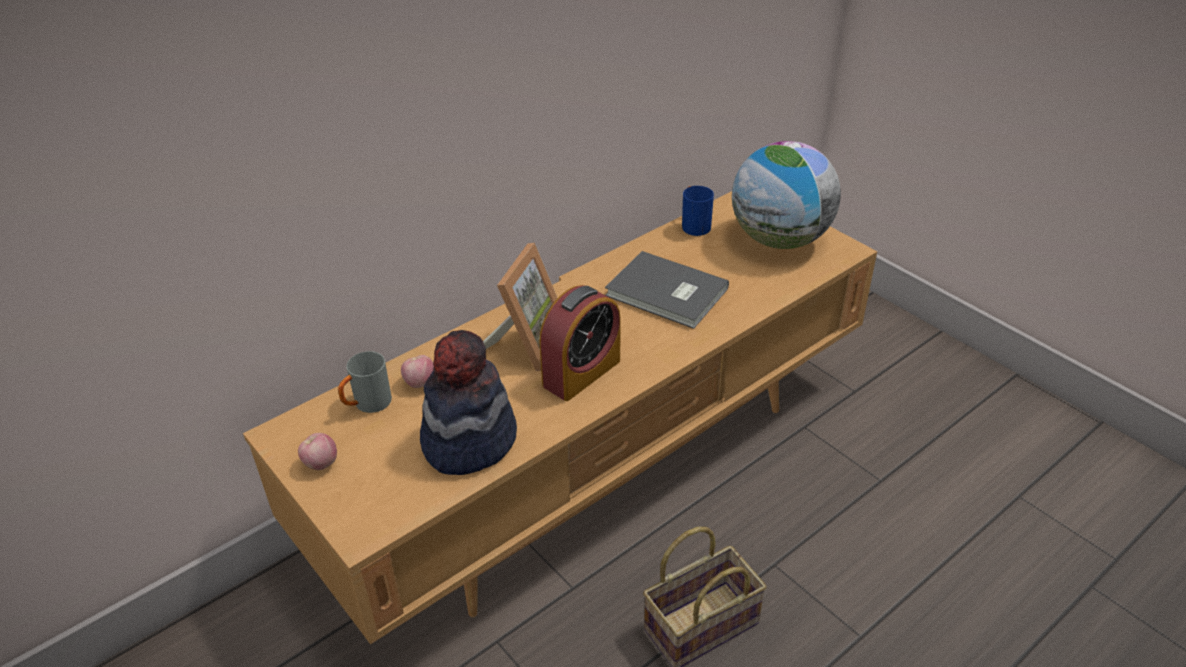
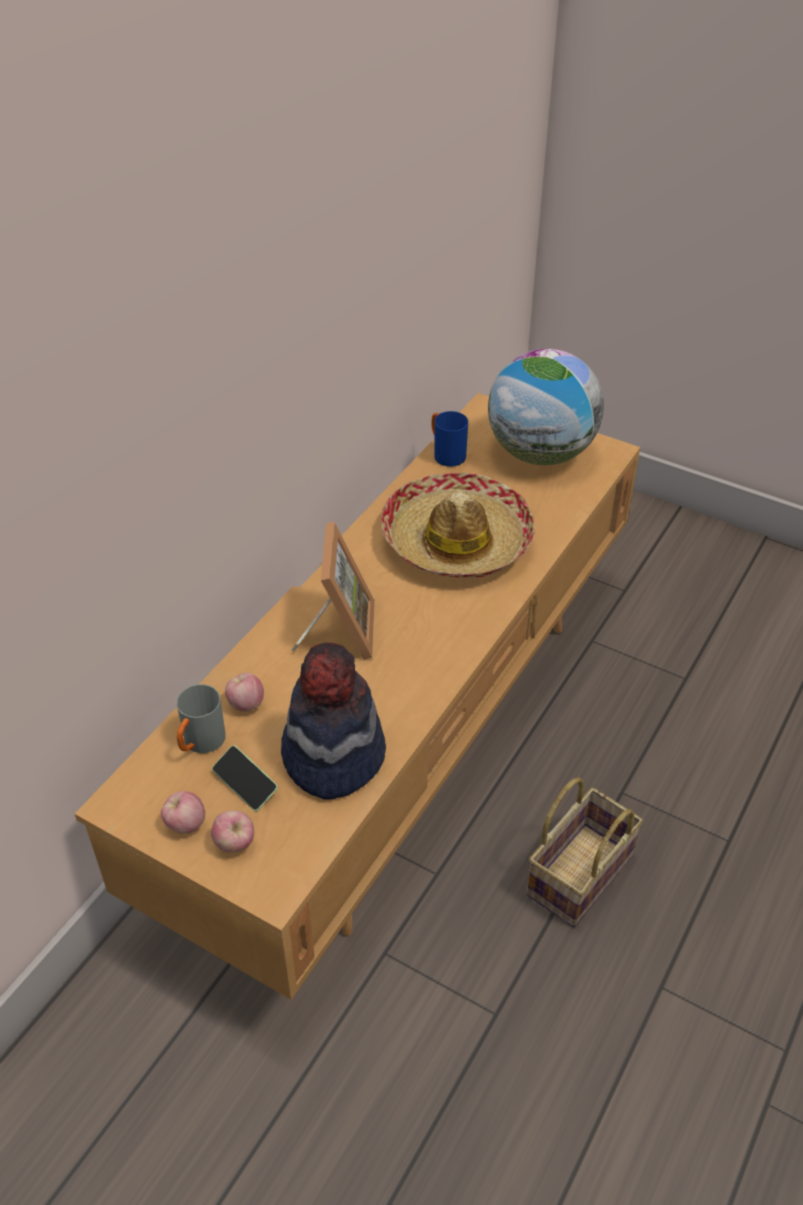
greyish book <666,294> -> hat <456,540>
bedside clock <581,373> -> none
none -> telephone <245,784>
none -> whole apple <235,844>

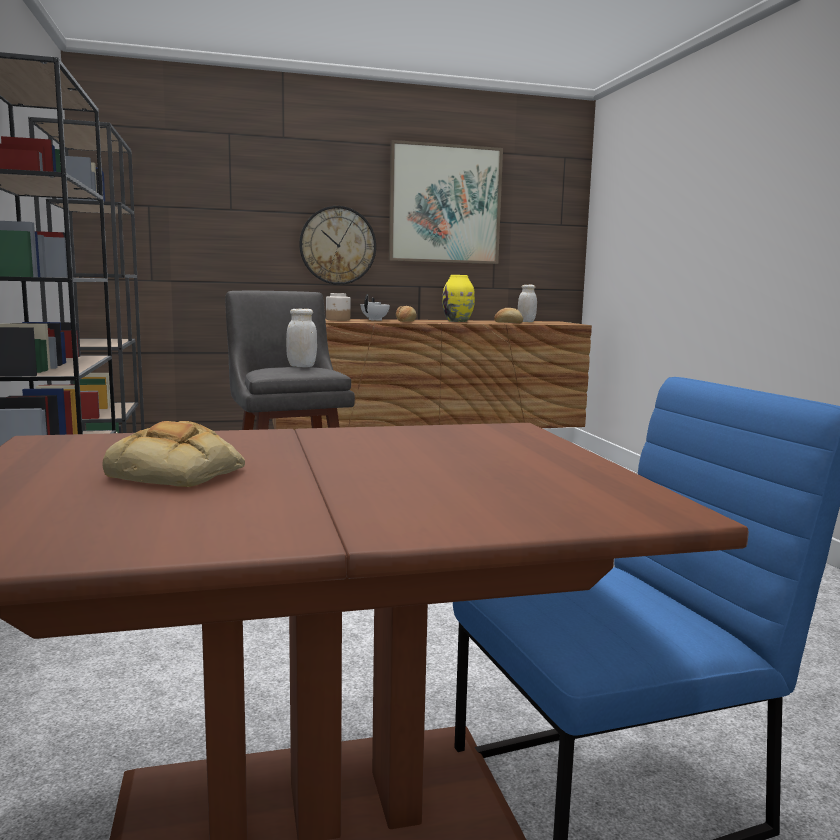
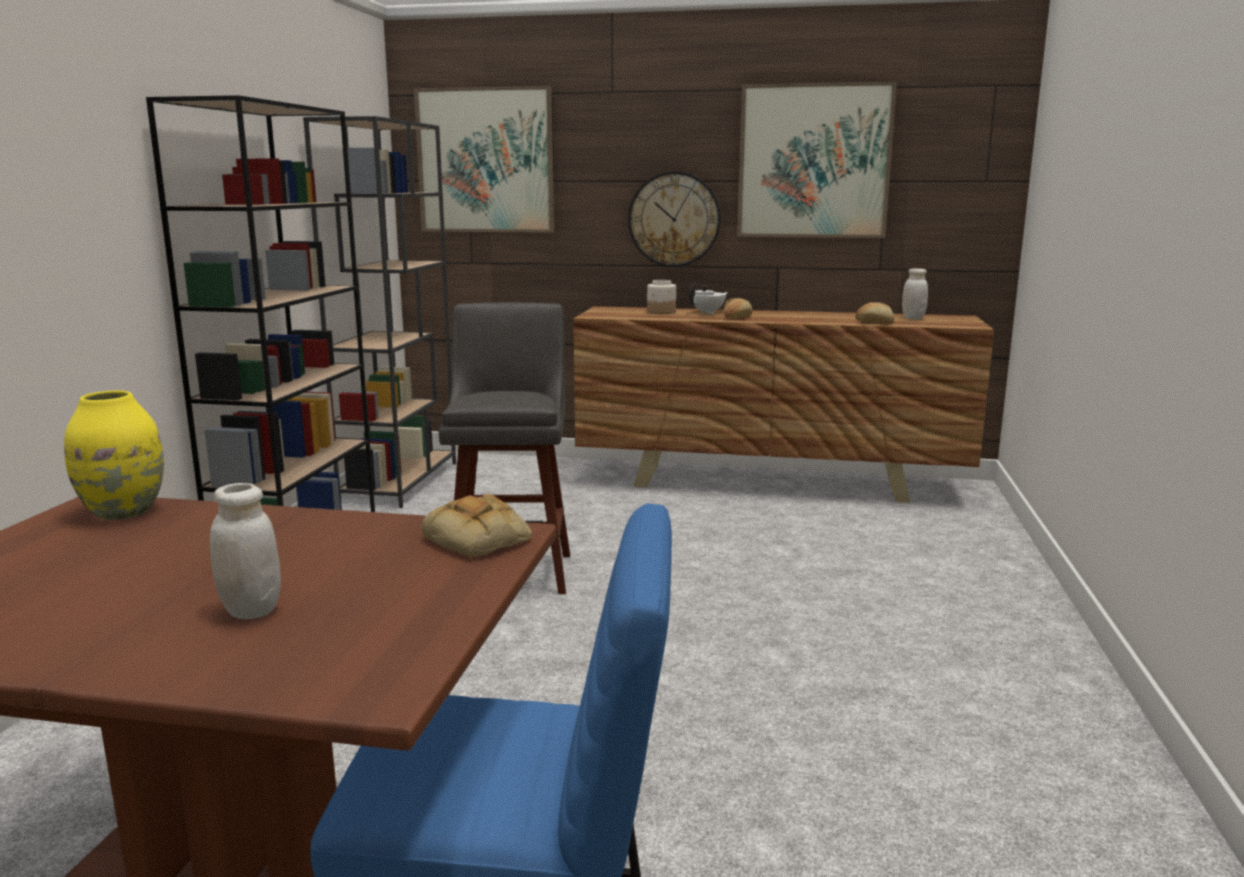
yellow flower vase <458,321> -> yellow flower vase <124,511>, move
whitish storage jar <301,366> -> whitish storage jar <251,610>, move
bakery bread <180,473> -> bakery bread <479,539>, move
none -> picture <485,161>

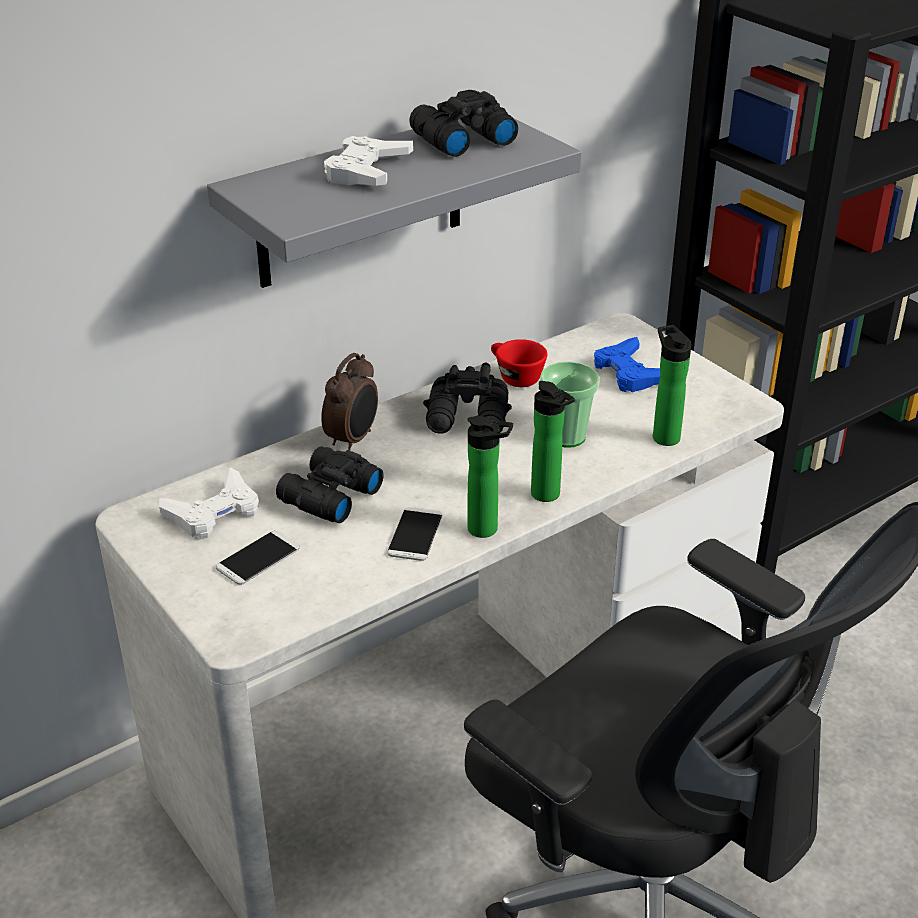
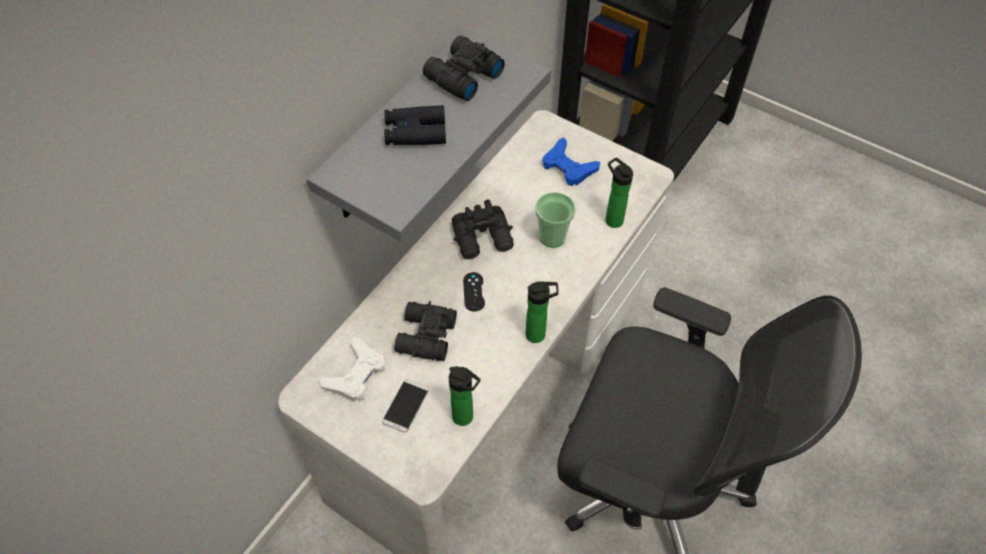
whitish gamepad <367,171> -> blackish pair of binoculars <415,132>
reddish small cup <514,377> -> none
bedside clock <353,439> -> none
beverage bottle <548,496> -> beverage bottle <465,418>, move
telephone <415,535> -> none
none -> blackish gamepad <474,292>

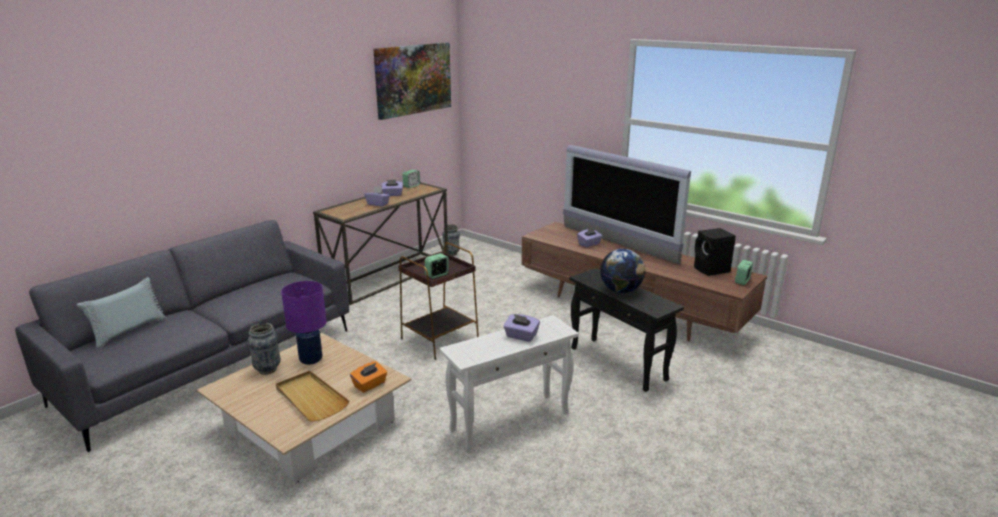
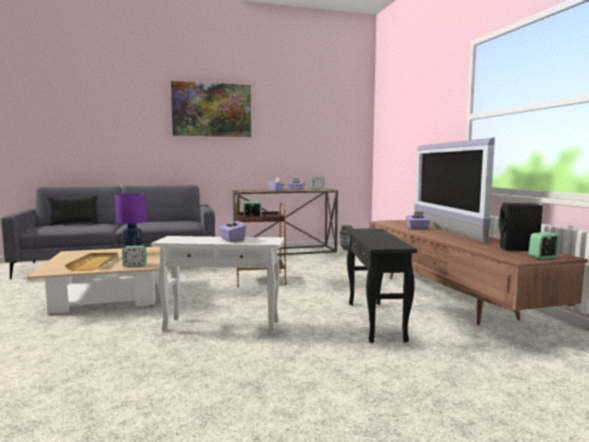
picture <413,79> -> picture <212,110>, move
world globe <621,291> -> none
bluish cushion <129,331> -> blackish cushion <74,224>
flower vase <267,370> -> none
orange tissue box <370,385> -> bedside clock <135,265>

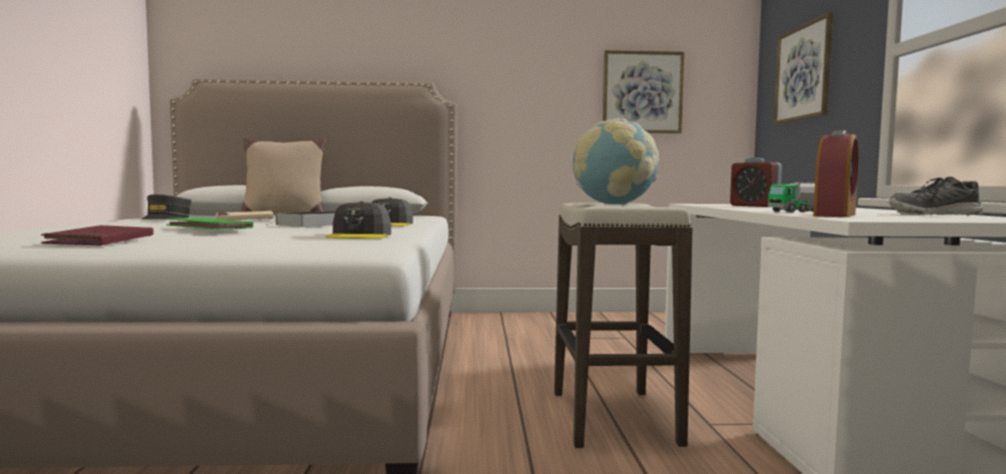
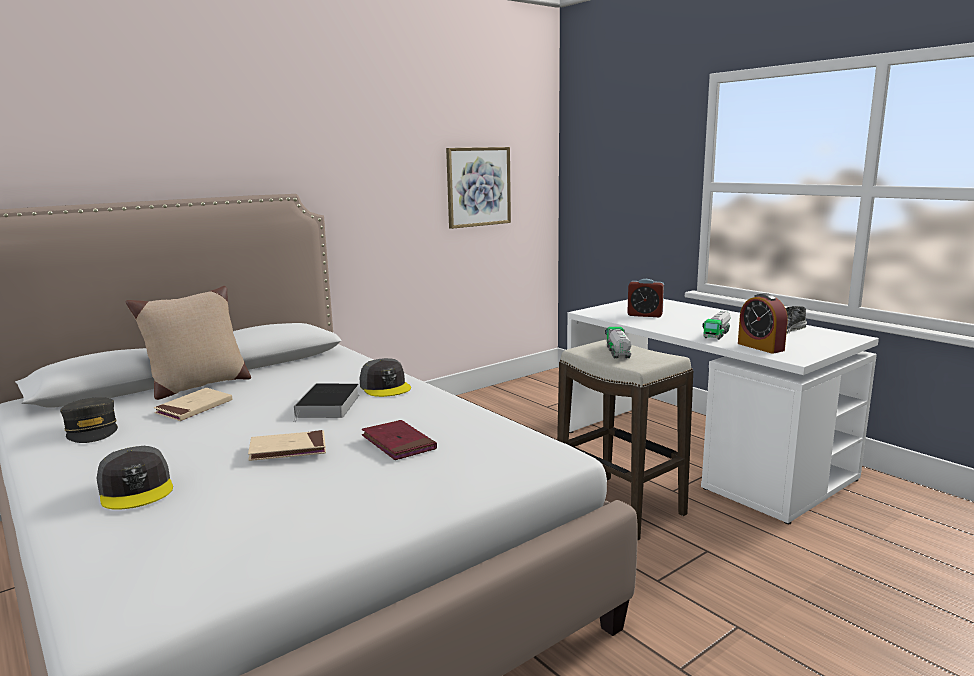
picture <803,73> -> none
world globe <613,205> -> toy truck <618,352>
bedside clock <834,215> -> bedside clock <760,347>, 150 degrees clockwise
greyish peaked cap <359,236> -> greyish peaked cap <136,489>, move
green-coloured book <210,228> -> sand-coloured book <288,449>
reddish book <101,241> -> reddish book <398,443>, move

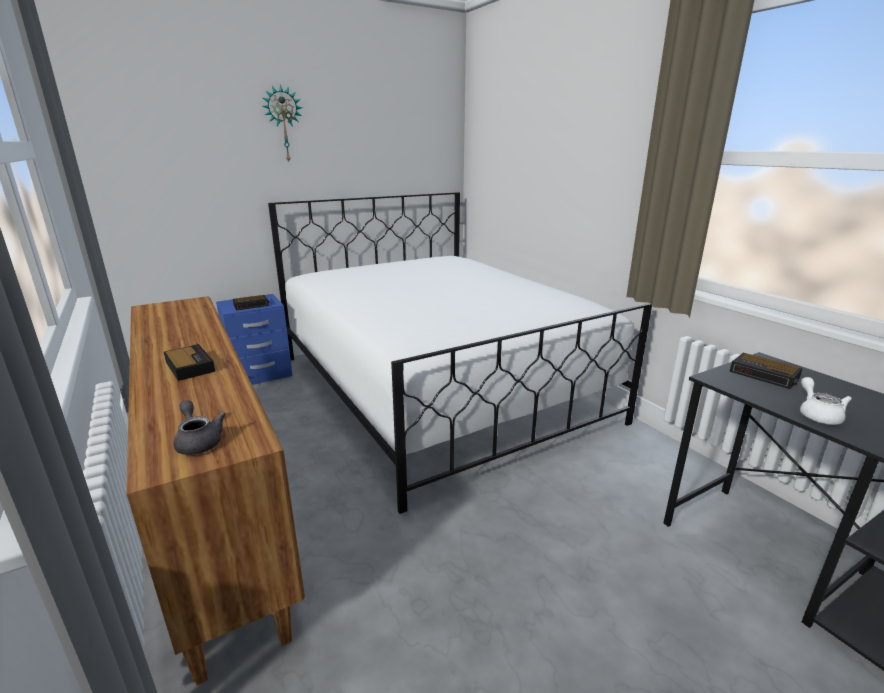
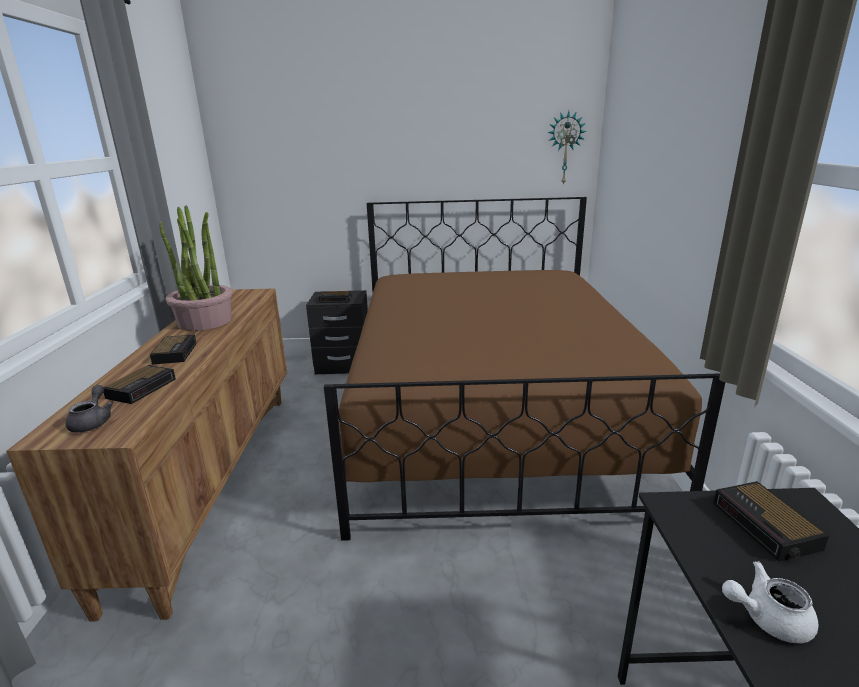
wall clock <283,124> -> wall clock <565,148>, move
whitish bedroom bed <437,387> -> brown-coloured bedroom bed <490,417>
bluish nightstand <260,374> -> blackish nightstand <343,365>
whitish tea pot <817,414> -> whitish tea pot <767,618>, 120 degrees counterclockwise
none -> potted plant <205,321>
none -> bedside clock <143,388>

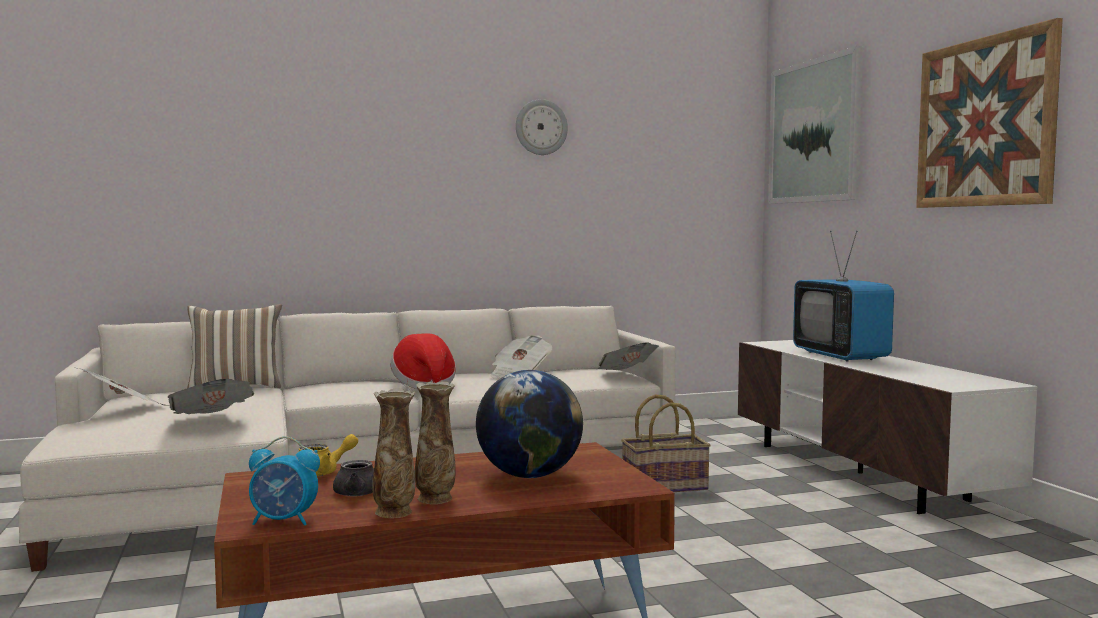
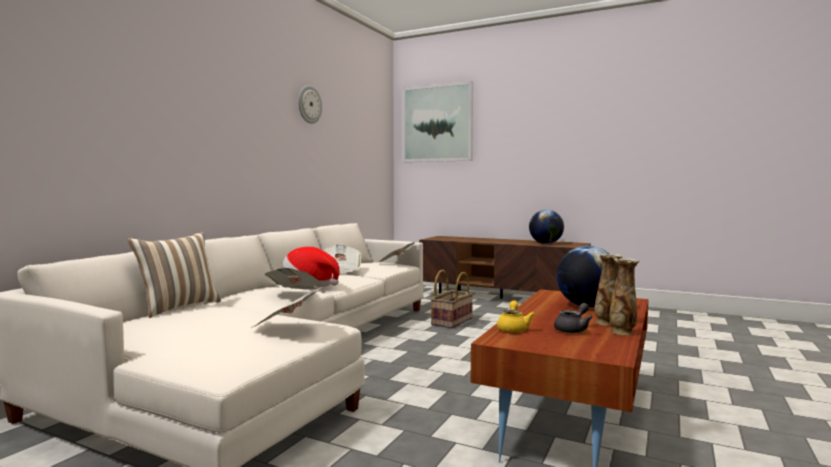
picture <984,122> -> none
television <840,356> -> none
whitish tv stand <861,472> -> brown-coloured tv stand <501,298>
daily paper <124,409> -> daily paper <295,294>, move
bedside clock <284,521> -> none
none -> world globe <545,243>

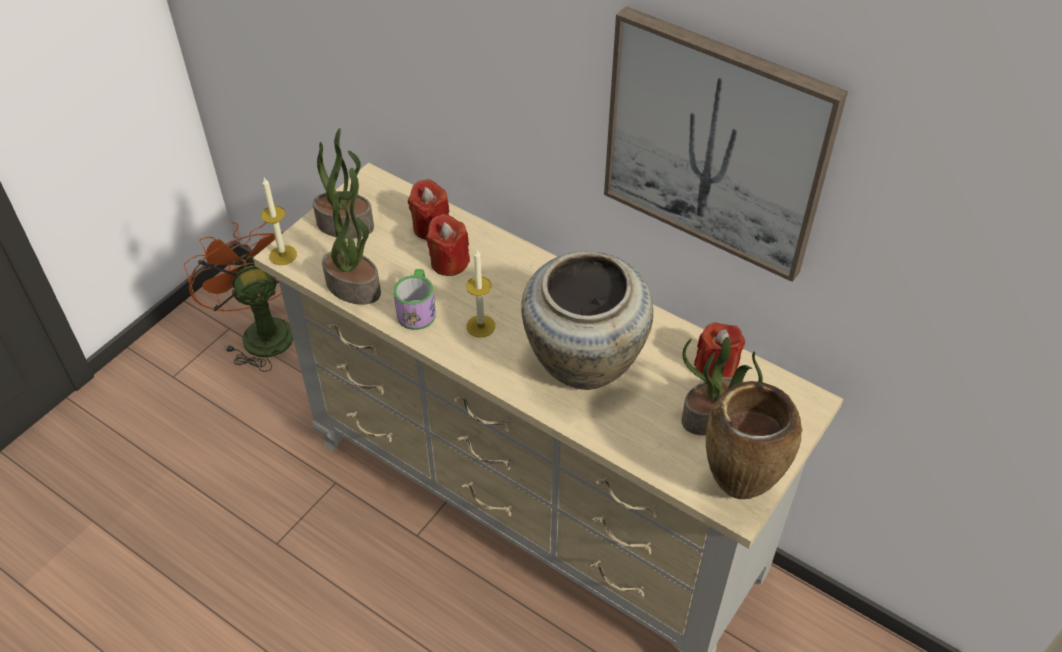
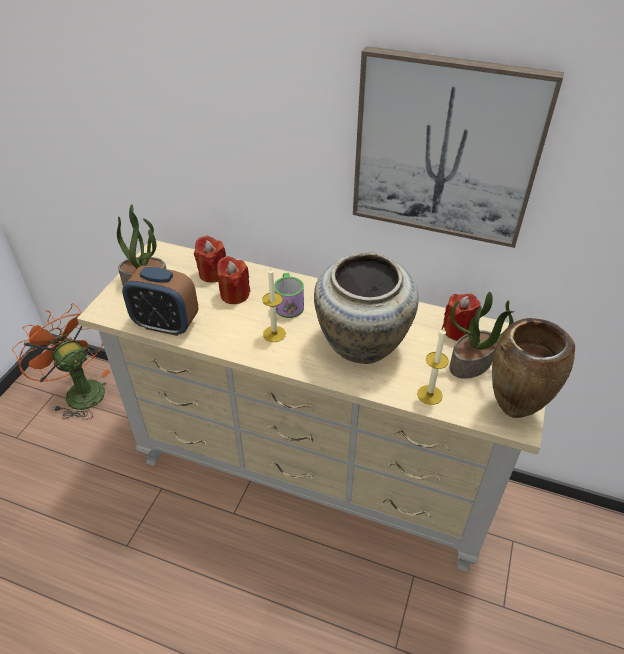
wax light <283,255> -> wax light <429,395>, move
potted plant <354,287> -> bedside clock <166,324>
tea mug <417,309> -> tea mug <288,304>, move

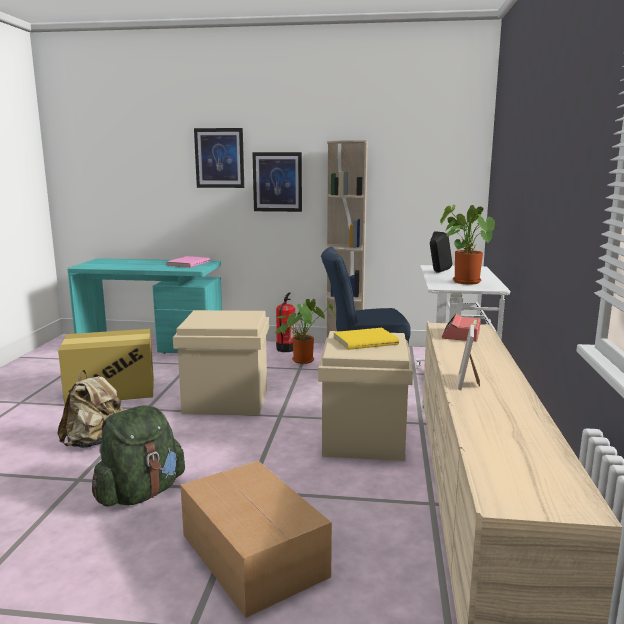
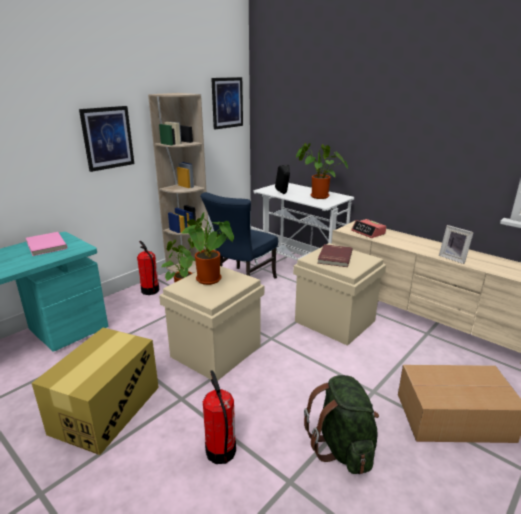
picture <219,158> -> picture <227,103>, move
yellow book <364,341> -> reddish book <334,257>
sand-coloured knapsack <95,442> -> fire extinguisher <220,452>
none -> potted plant <211,280>

